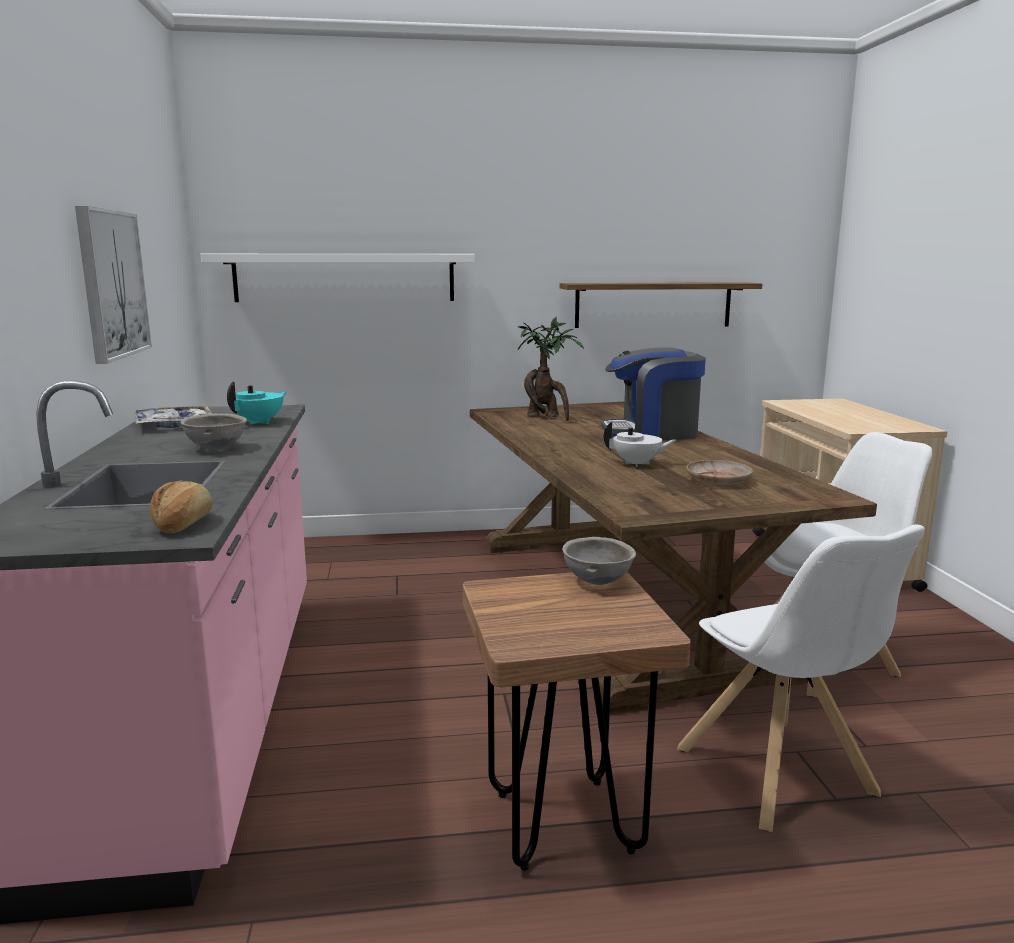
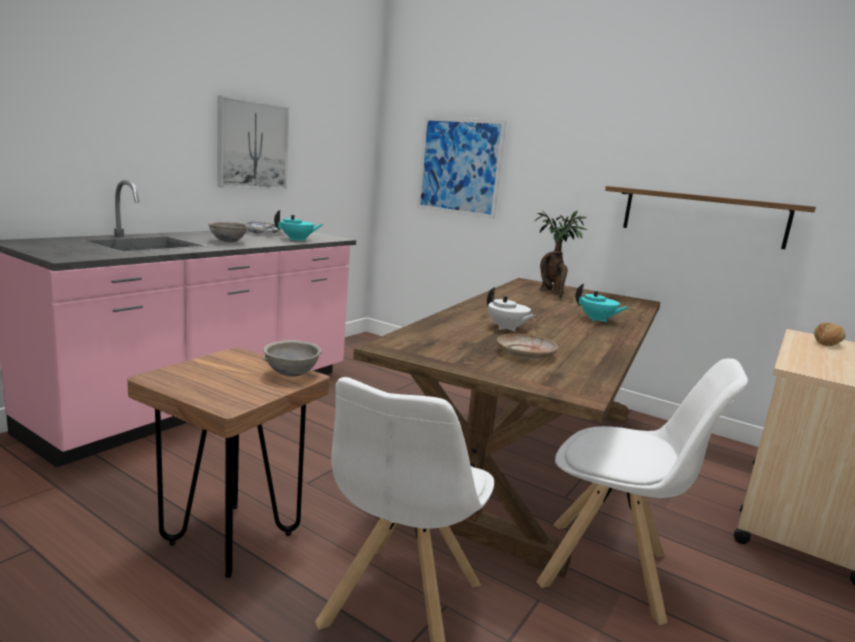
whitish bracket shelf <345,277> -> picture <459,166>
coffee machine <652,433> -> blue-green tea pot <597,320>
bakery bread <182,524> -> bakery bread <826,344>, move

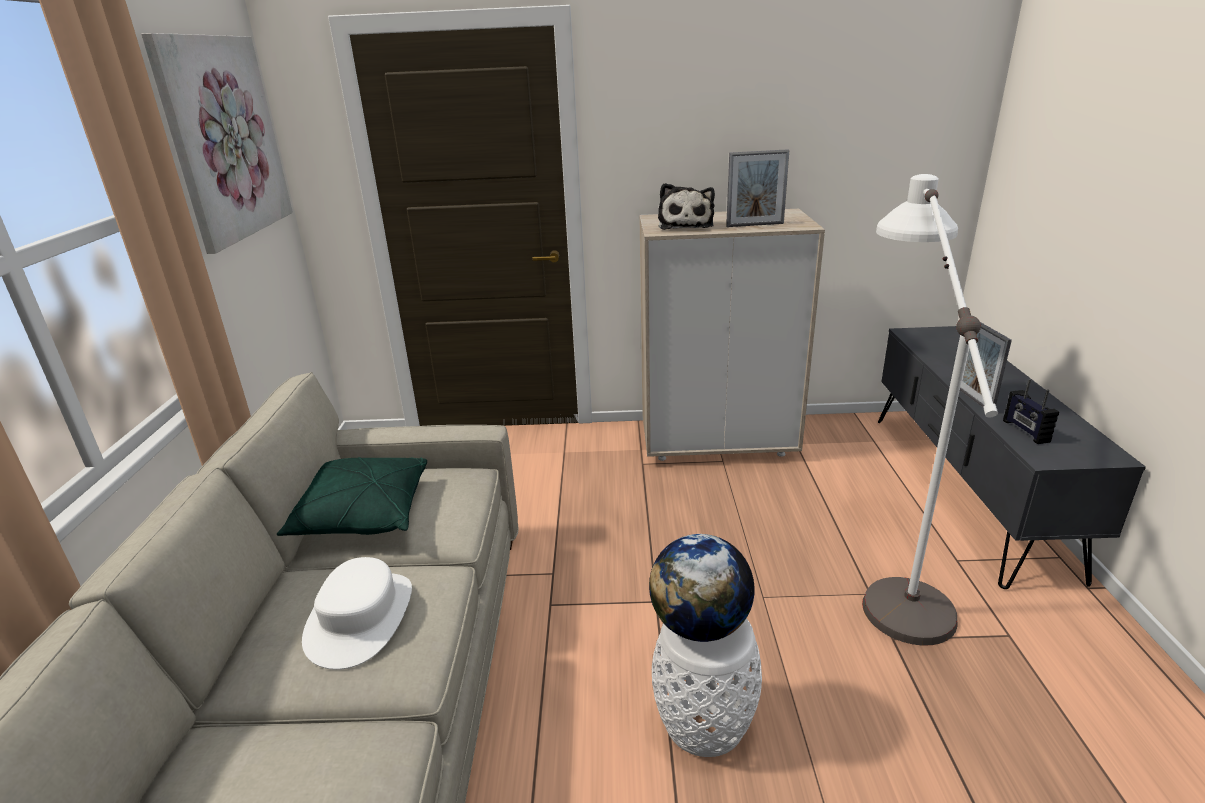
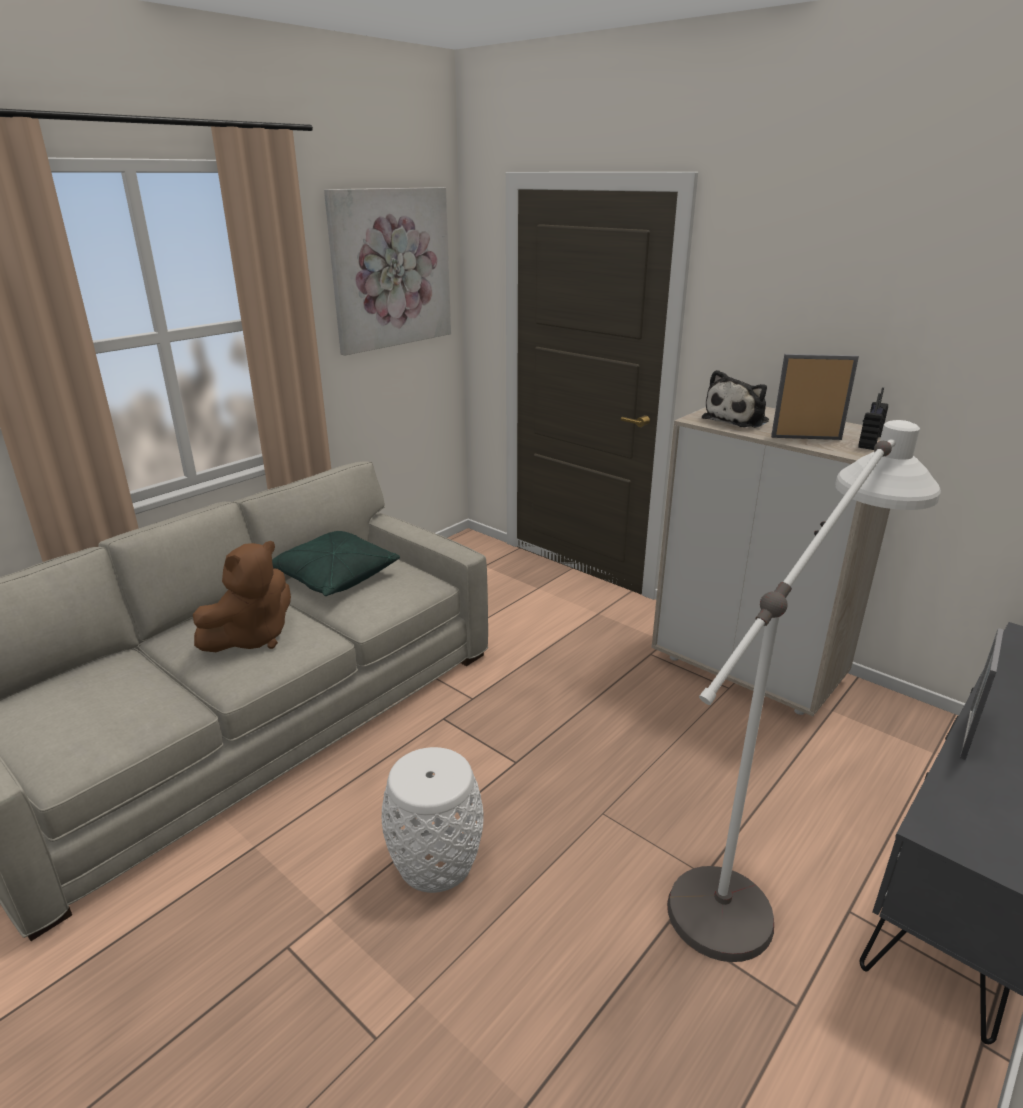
photo frame <755,225> -> photo frame <806,438>, 150 degrees clockwise
radio receiver <1025,431> -> radio receiver <868,441>, move
world globe <700,625> -> none
whitish hat <361,618> -> brown-coloured soft toy <252,637>

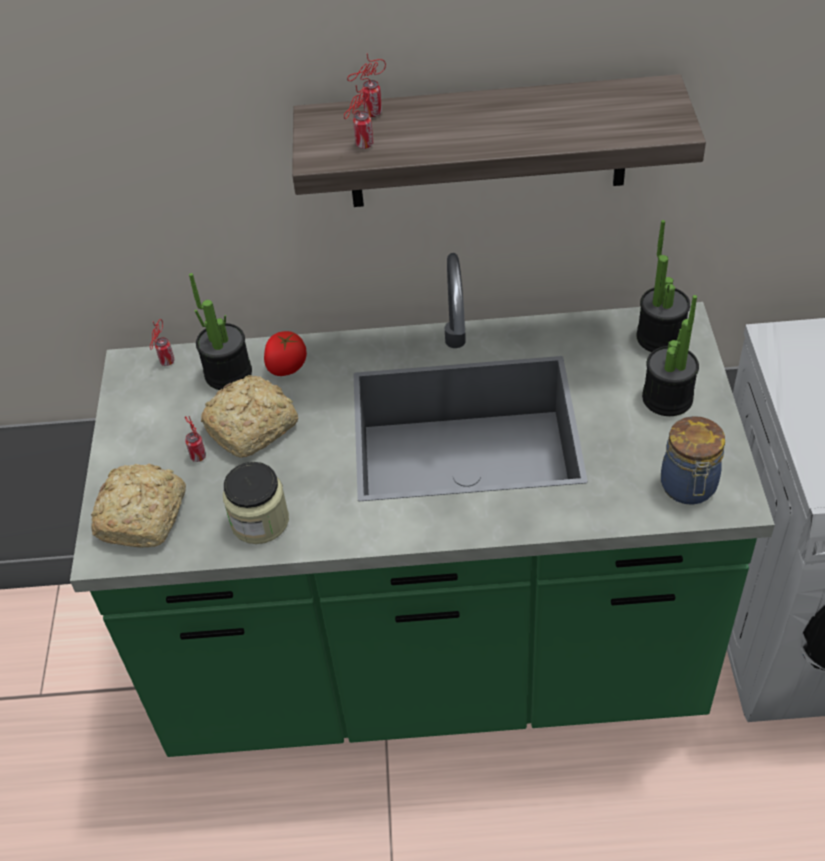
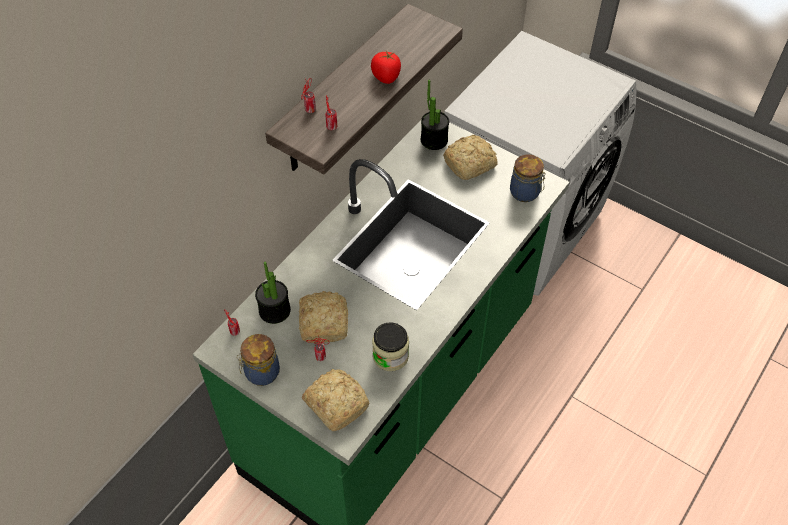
potted plant <667,398> -> bakery bread <471,163>
whole tomato <287,366> -> whole tomato <386,77>, move
none -> storage jar <261,373>

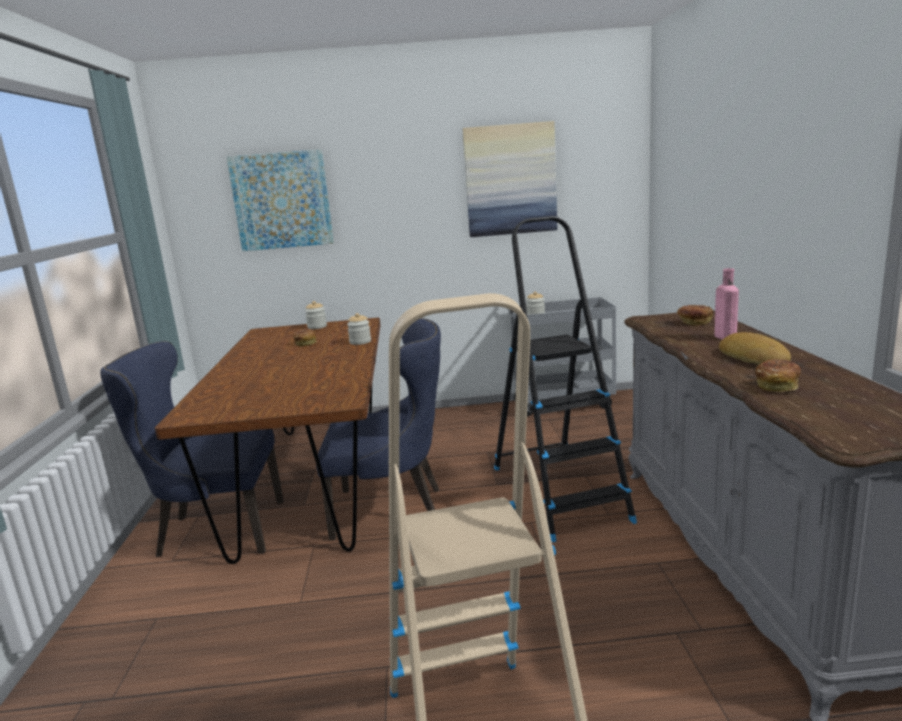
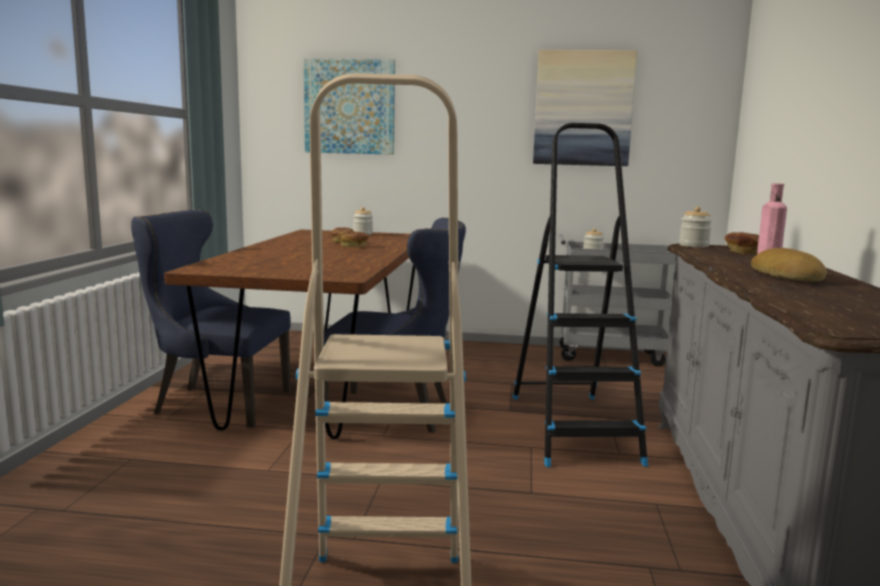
storage jar <360,342> -> storage jar <693,245>, move
bakery bread <777,386> -> bakery bread <354,246>, move

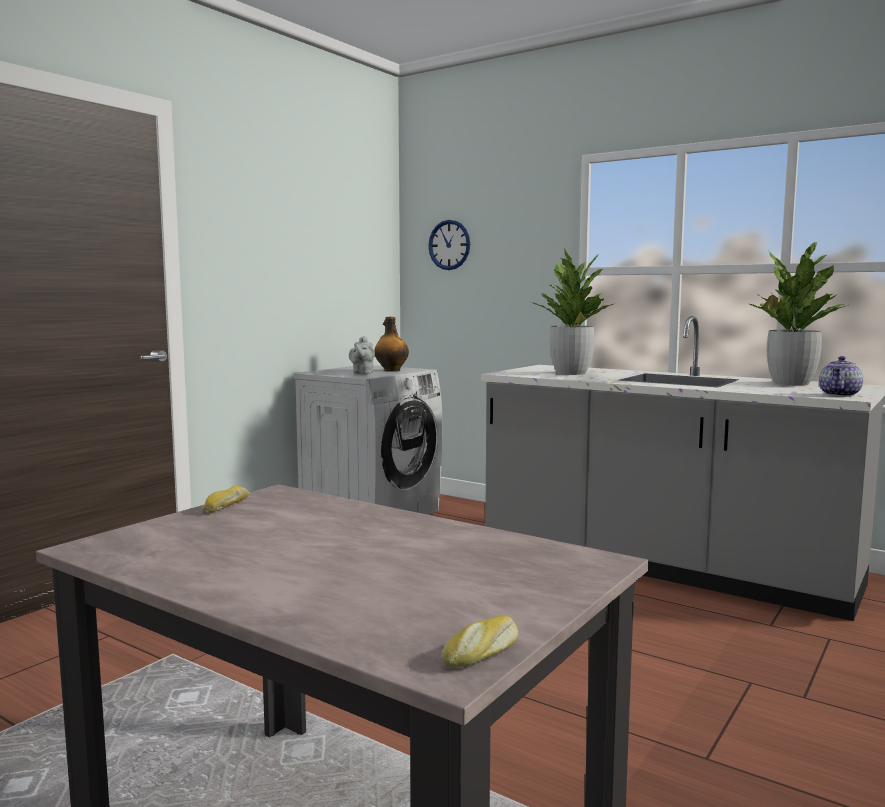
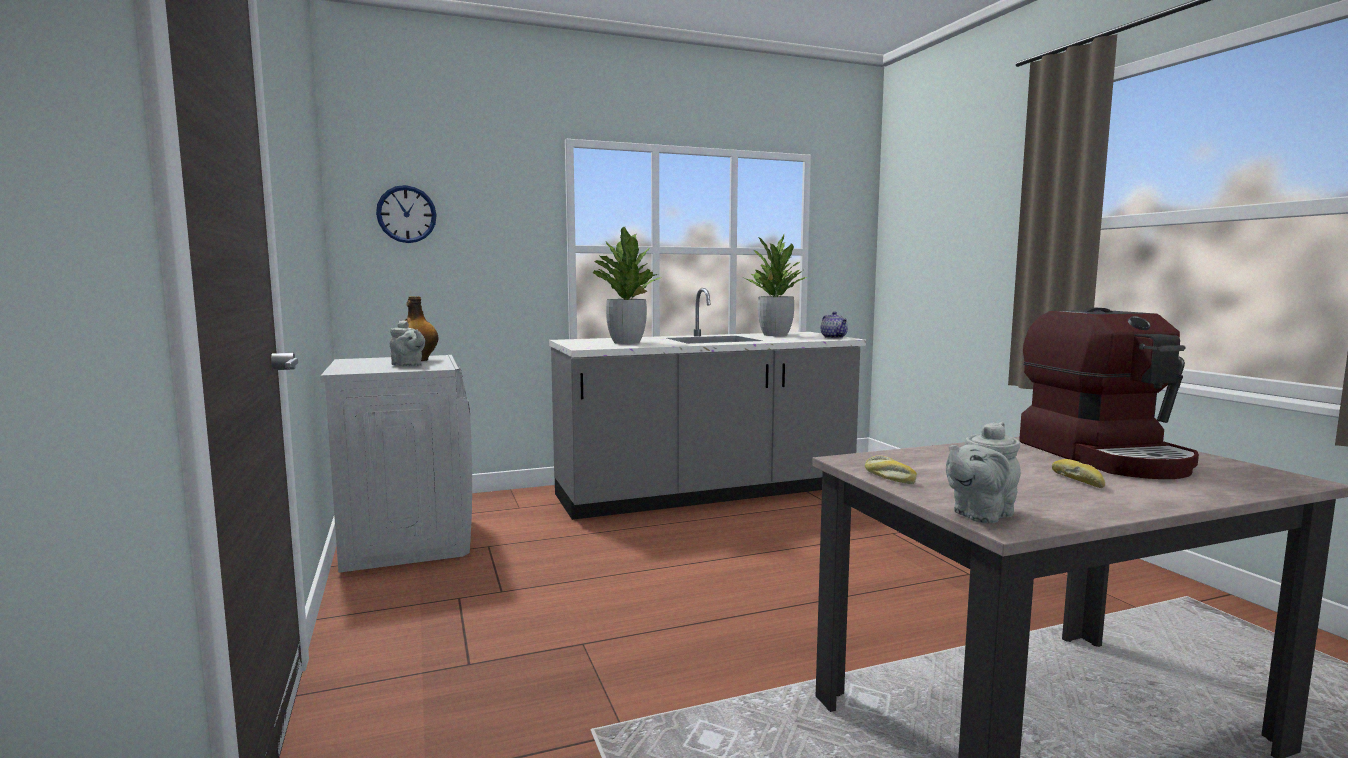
bakery bread <483,653> -> bakery bread <1078,480>, move
none -> coffee machine <1106,456>
none -> greyish tea pot <979,515>

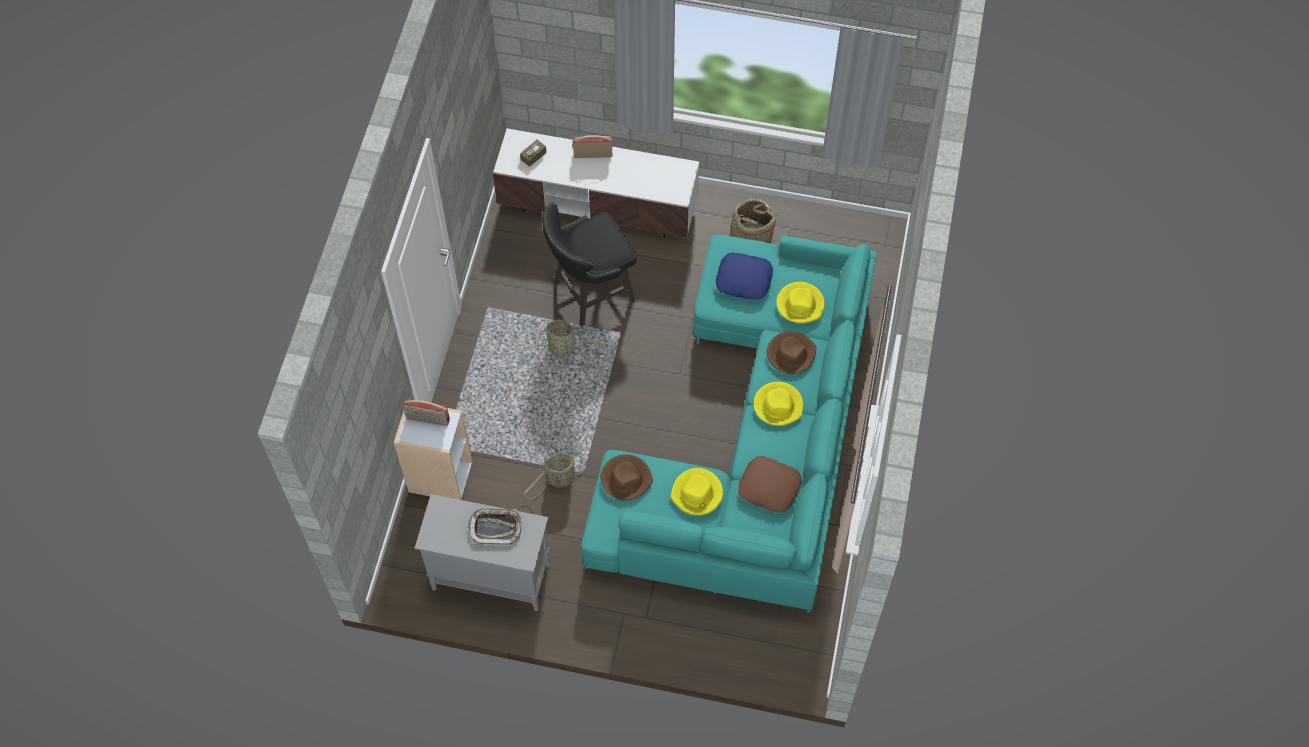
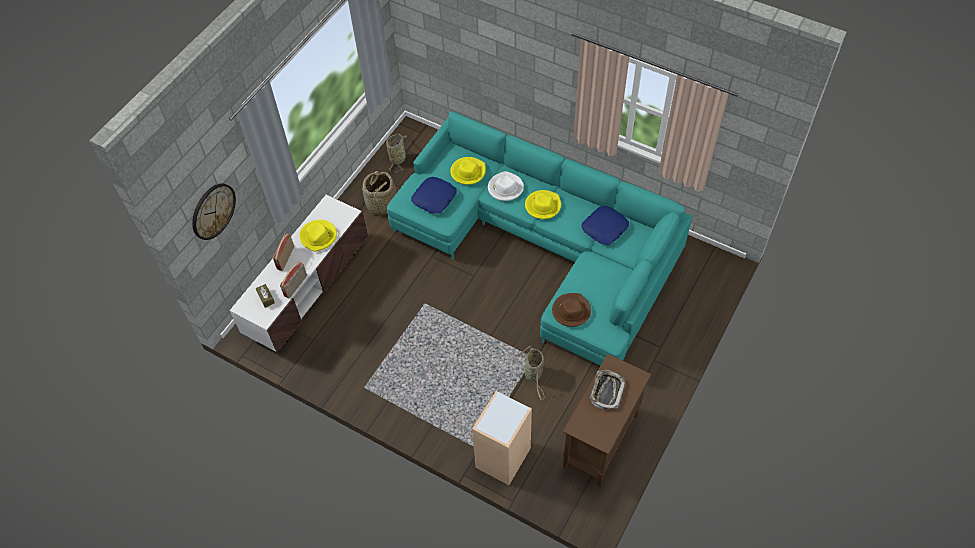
blackish stool seat <590,293> -> none
storage basket <563,349> -> storage basket <398,158>, move
brown-coloured hat <790,354> -> whitish hat <505,188>
radio receiver <428,420> -> radio receiver <296,286>, move
brown-coloured cushion <769,488> -> bluish cushion <605,228>
yellow hat <697,493> -> yellow hat <318,236>, move
greyish cabinet <490,577> -> brown-coloured cabinet <600,442>
none -> wall clock <213,211>

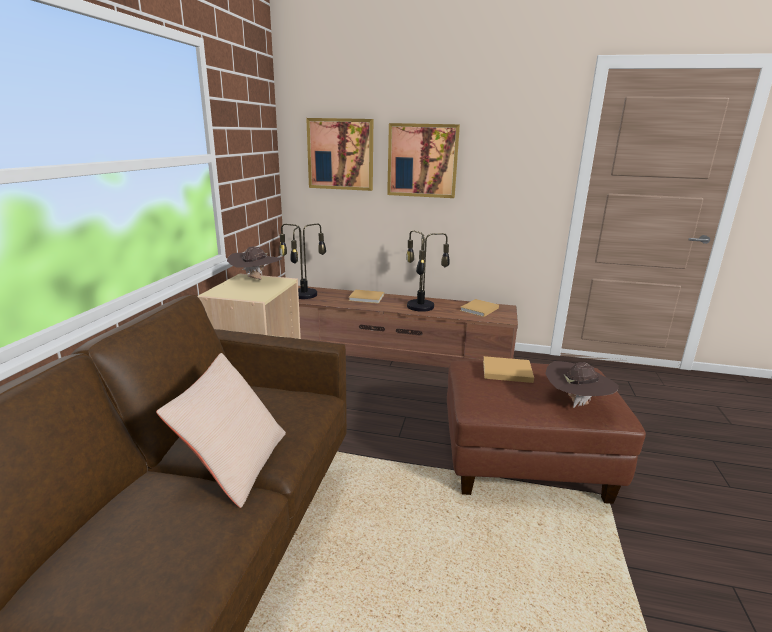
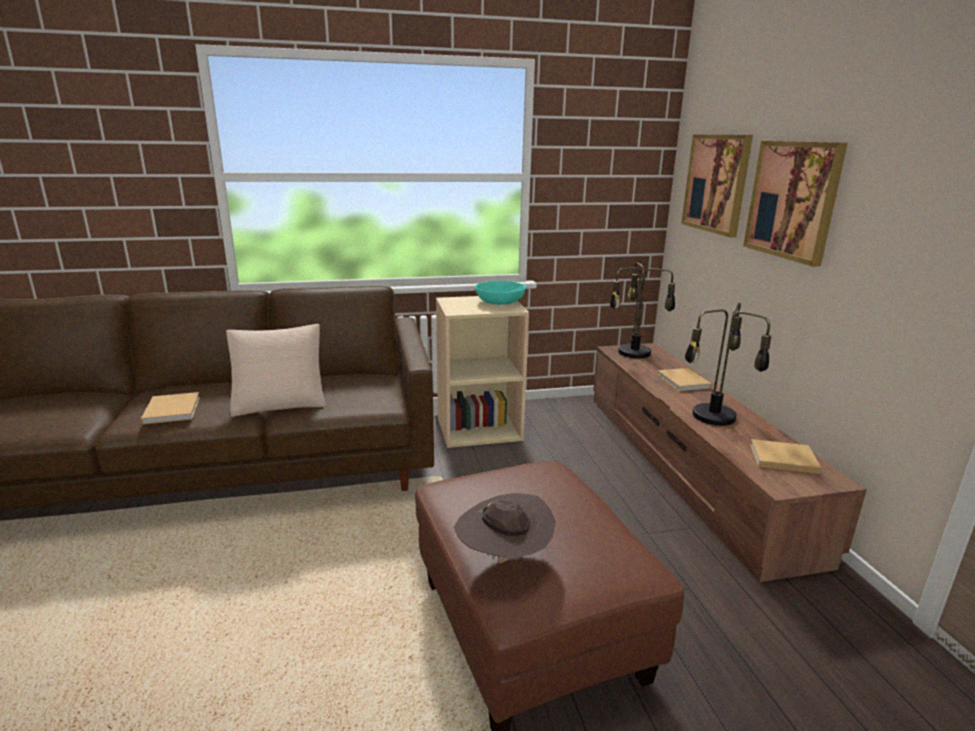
brown-coloured hat <256,280> -> blue-green bowl <500,302>
sand-coloured book <505,371> -> sand-coloured book <172,409>, move

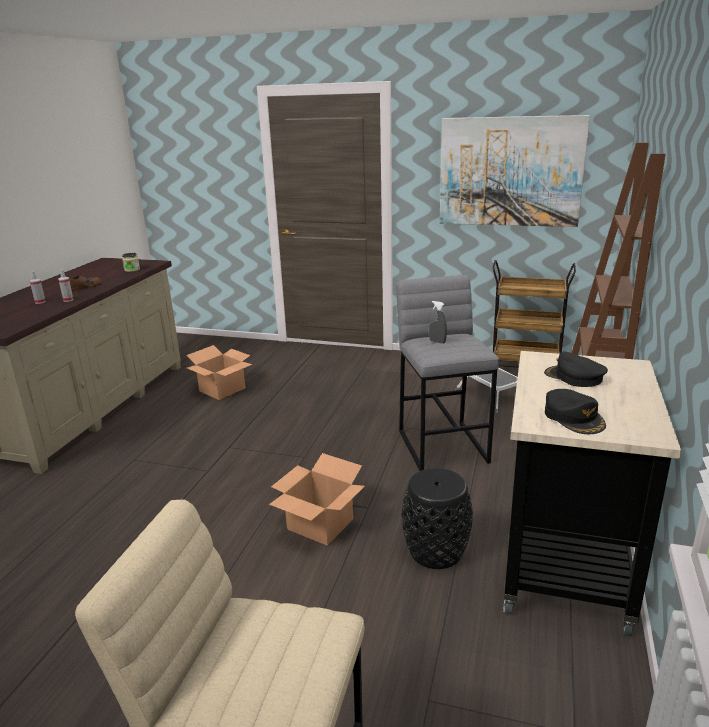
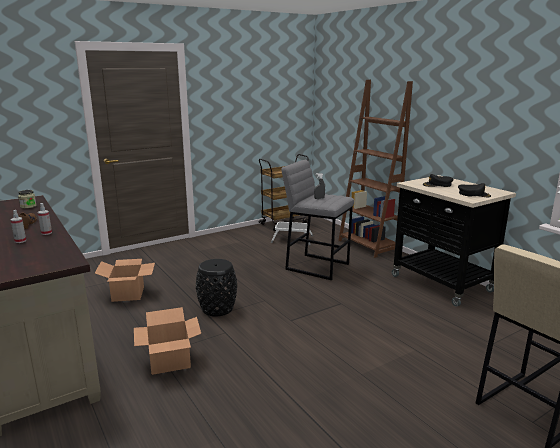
picture <510,172> -> none
packing box <321,524> -> packing box <170,360>, move
blackish stool seat <436,551> -> blackish stool seat <217,309>, move

